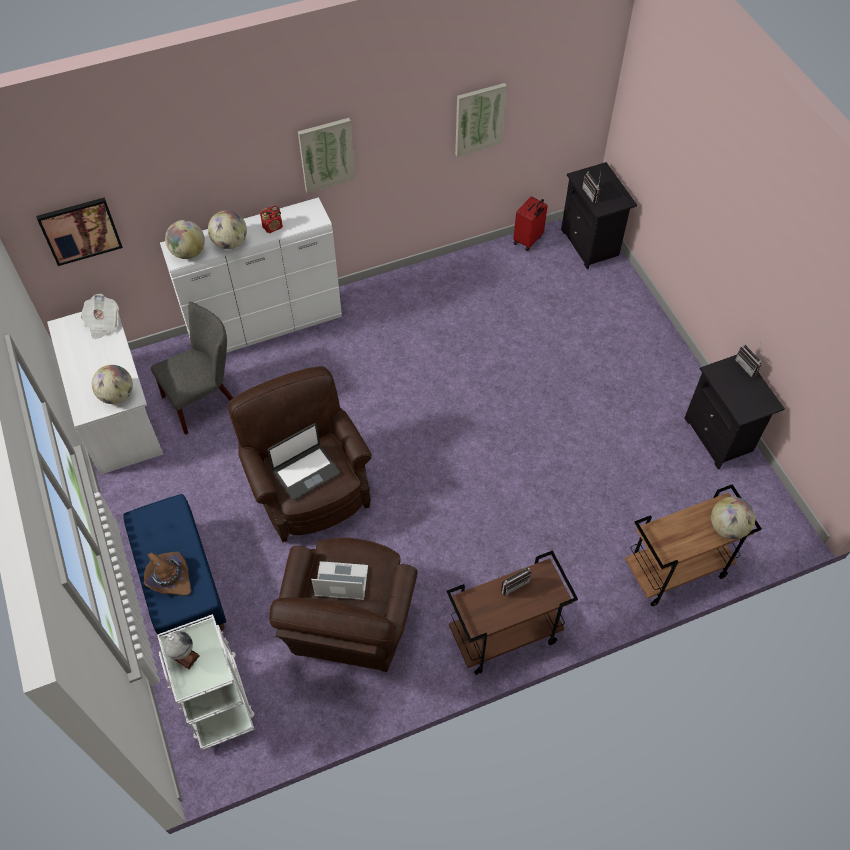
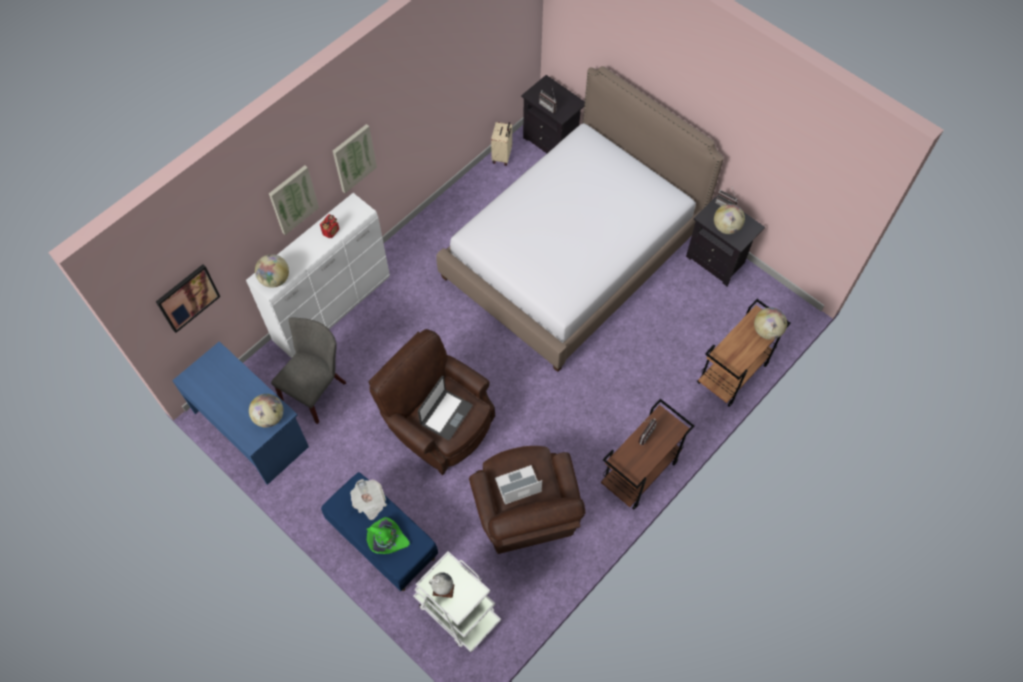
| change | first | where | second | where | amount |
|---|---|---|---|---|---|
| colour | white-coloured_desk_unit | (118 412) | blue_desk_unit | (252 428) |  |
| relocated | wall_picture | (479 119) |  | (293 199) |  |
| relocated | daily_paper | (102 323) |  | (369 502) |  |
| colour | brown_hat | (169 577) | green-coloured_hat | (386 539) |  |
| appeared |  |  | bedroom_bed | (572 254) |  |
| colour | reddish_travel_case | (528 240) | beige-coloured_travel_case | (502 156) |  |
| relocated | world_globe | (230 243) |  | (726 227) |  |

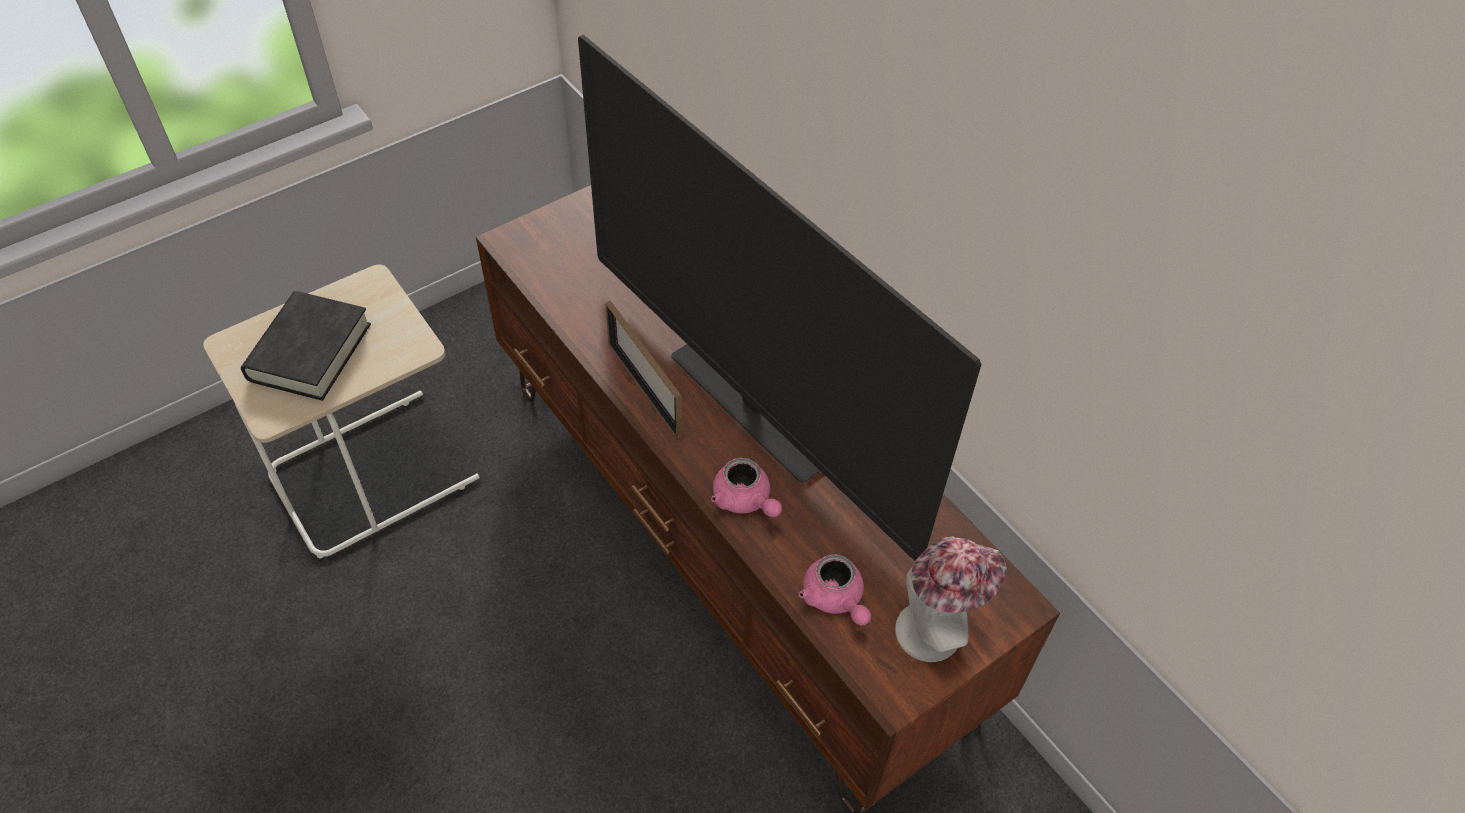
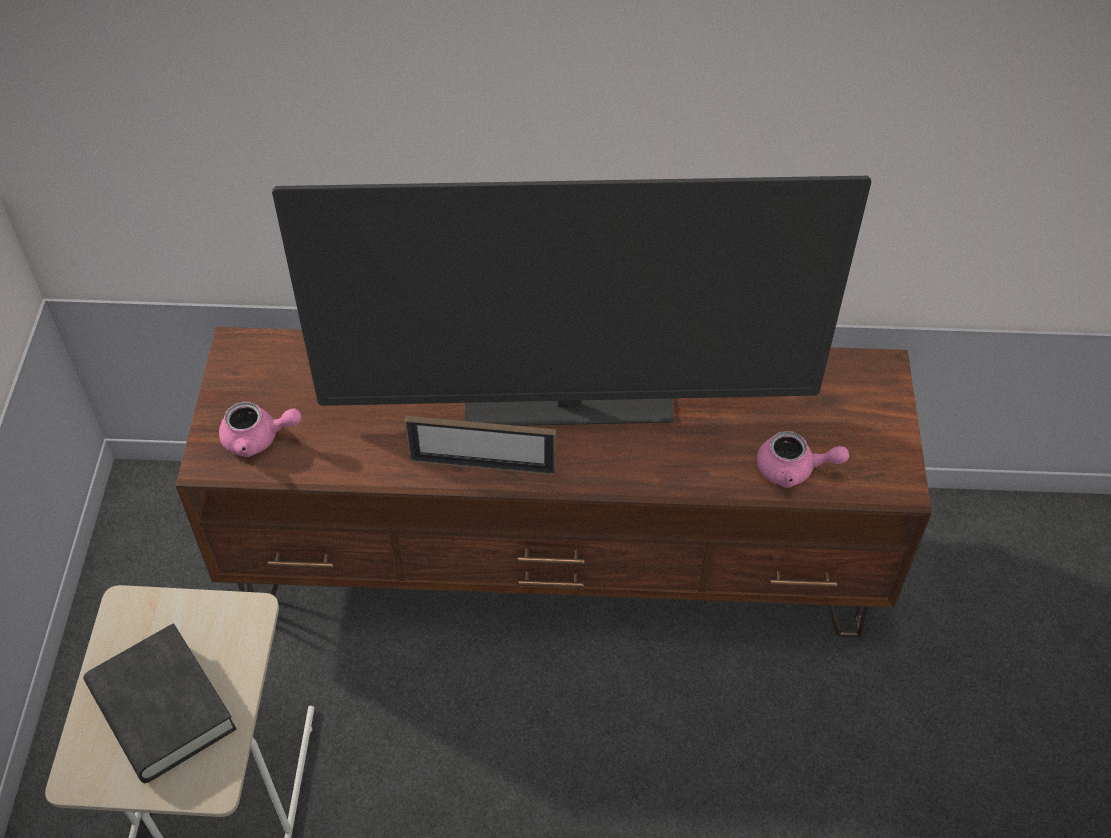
| change | first | where | second | where | amount |
|---|---|---|---|---|---|
| relocated | pink_pot_for_tea | (745 500) |  | (258 439) |  |
| missing | hat | (936 628) |  |  |  |

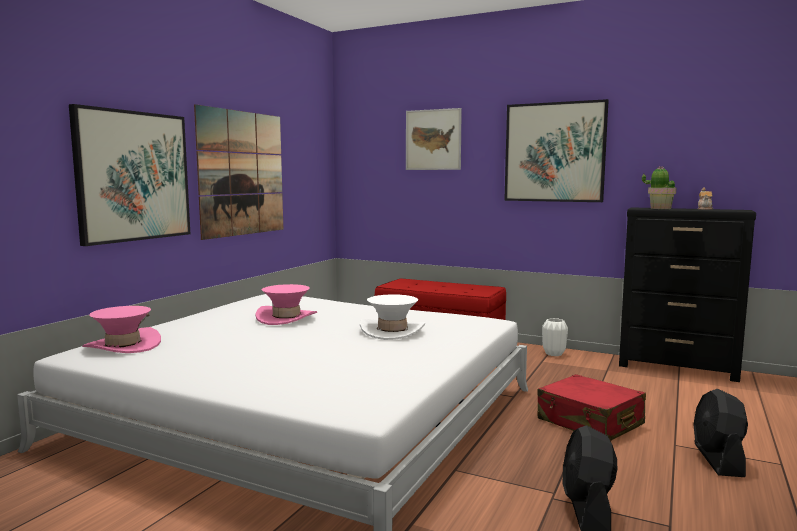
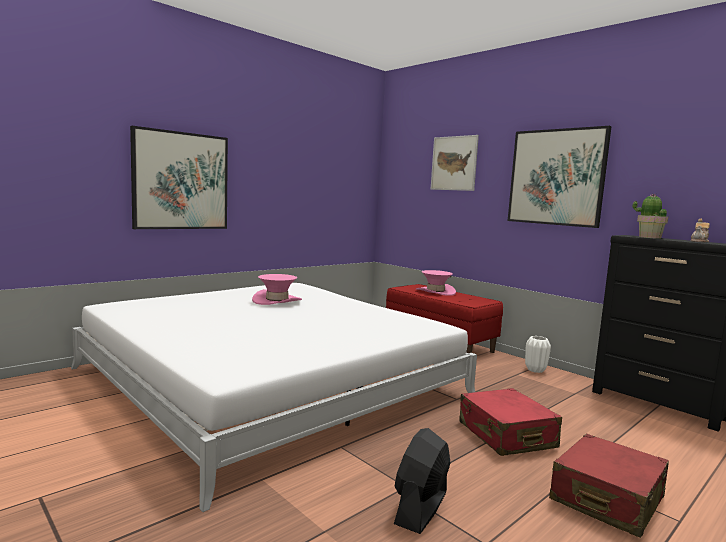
| change | first | where | second | where | amount |
|---|---|---|---|---|---|
| relocated | pink_hat | (123 346) |  | (435 292) |  |
| exchanged | black-coloured_electric_fan | (718 460) | reddish_travel_case | (607 499) |  |
| missing | wall_picture | (242 173) |  |  |  |
| missing | white-coloured_hat | (392 331) |  |  |  |

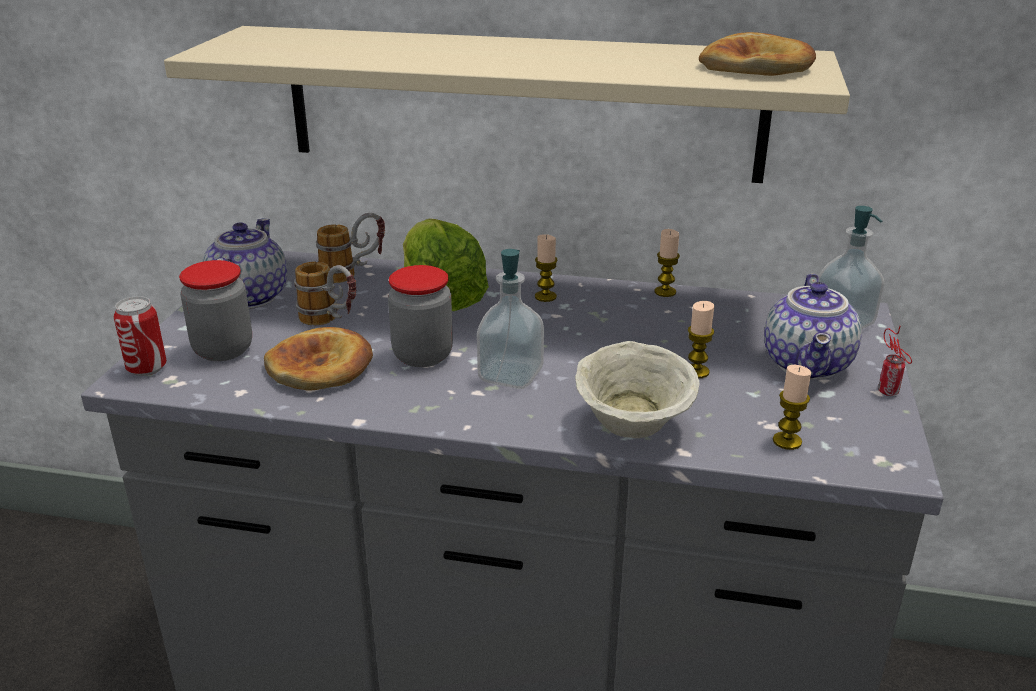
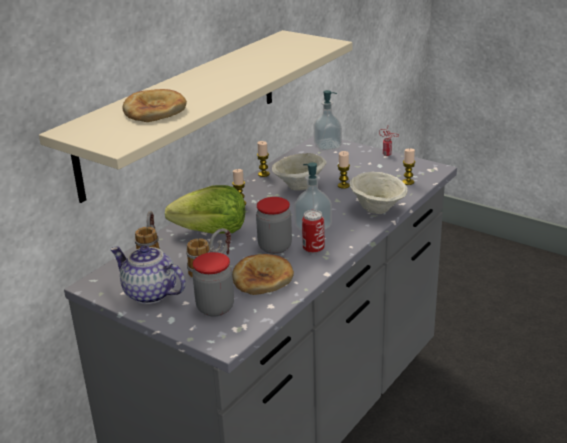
| change | first | where | second | where | amount |
|---|---|---|---|---|---|
| relocated | bread | (757 66) |  | (155 110) |  |
| appeared |  |  | beige-coloured_serving_bowl | (300 187) |  |
| relocated | metal_can | (147 368) |  | (313 249) |  |
| missing | pot_for_tea | (809 365) |  |  |  |

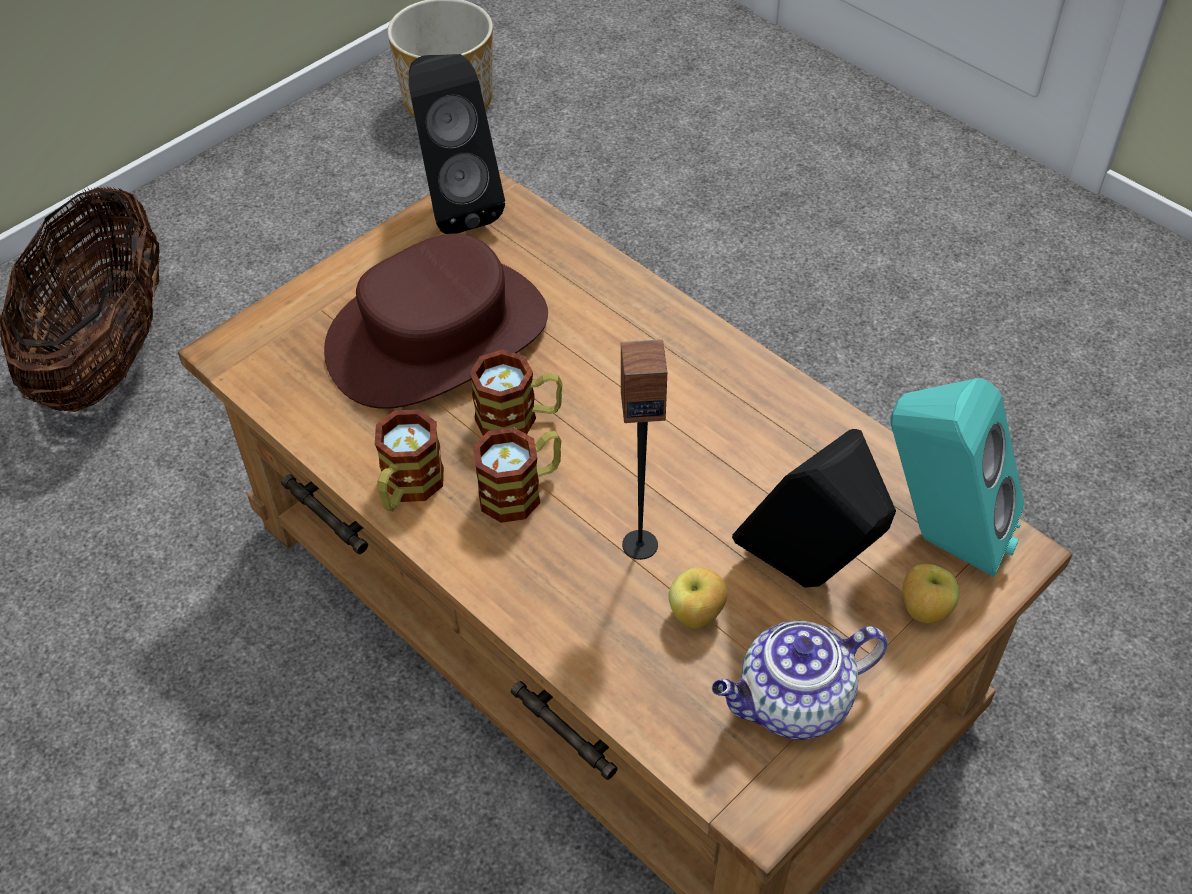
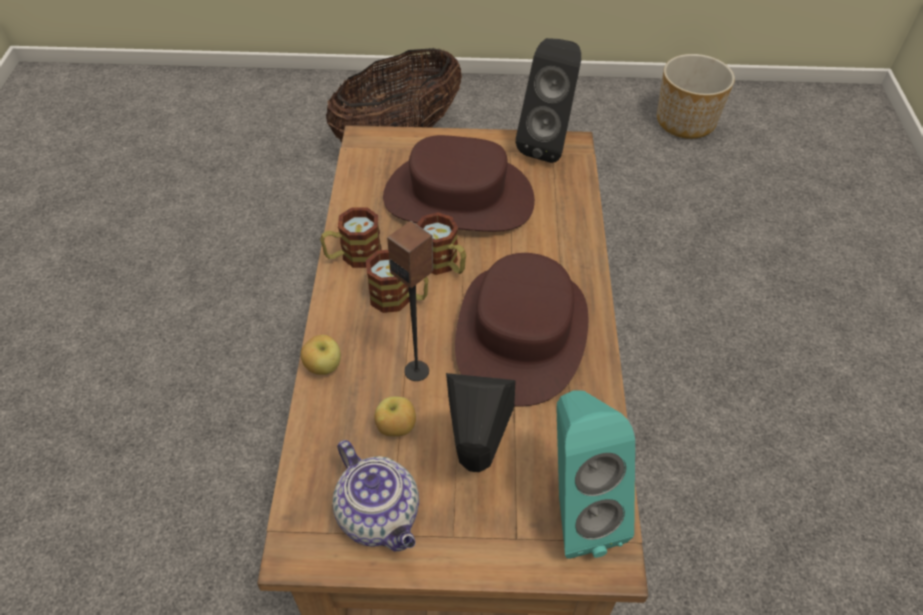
| change | first | where | second | where | amount |
|---|---|---|---|---|---|
| relocated | apple | (924 610) |  | (323 367) |  |
| spun | pot_for_tea | (792 704) |  | (380 516) | 150 degrees counterclockwise |
| appeared |  |  | brown_hat | (521 333) |  |

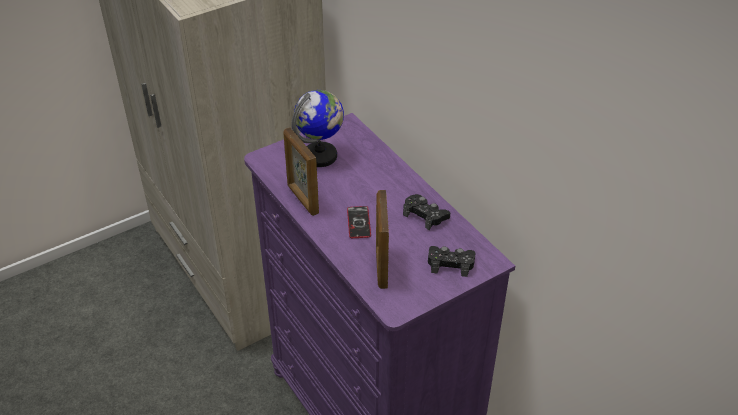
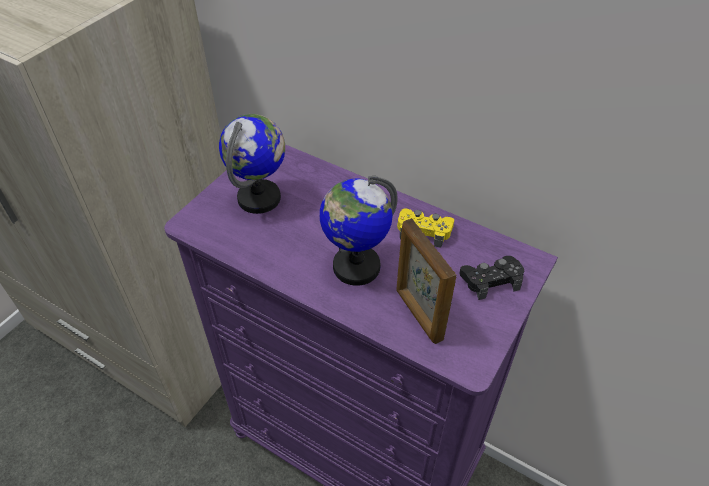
| change | first | where | second | where | amount |
|---|---|---|---|---|---|
| exchanged | telephone | (358 223) | world_globe | (355 266) |  |
| colour | black-coloured_joypad | (425 215) | yellow_joypad | (424 231) |  |
| missing | picture_frame | (302 199) |  |  |  |

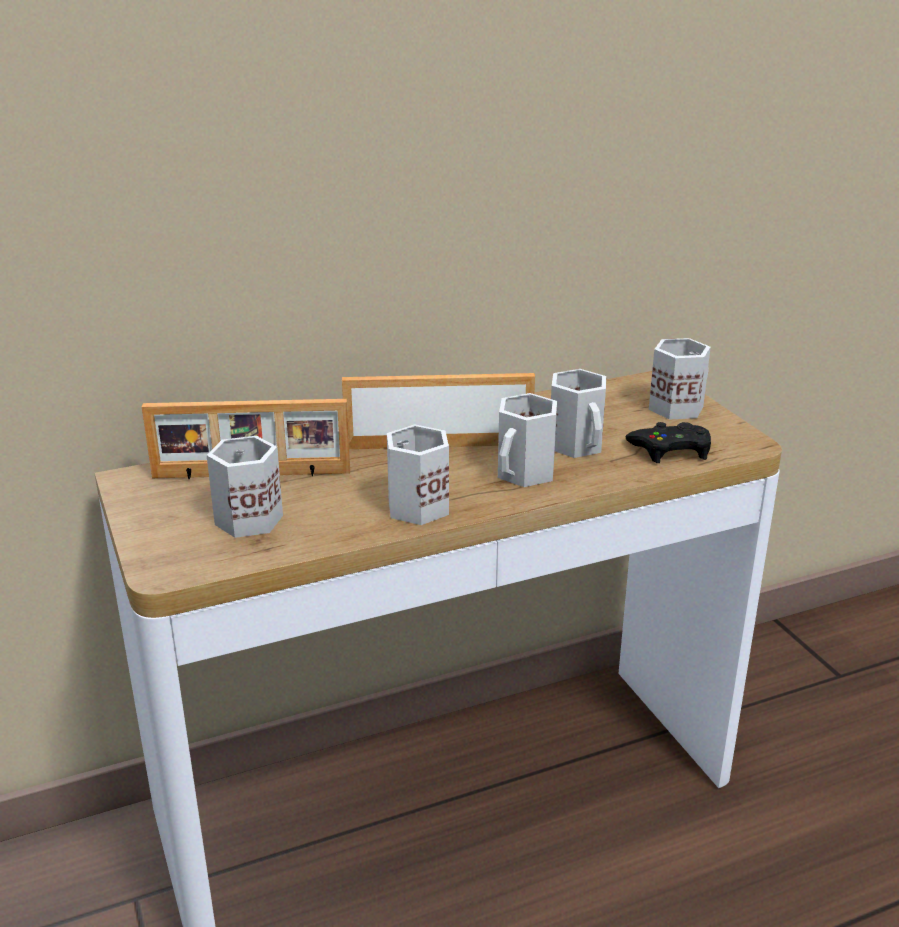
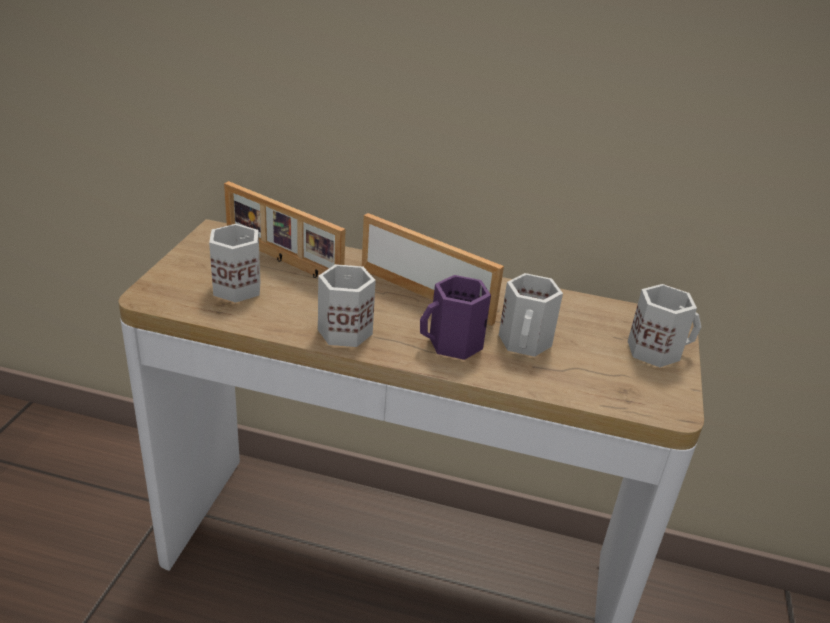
| change | first | where | second | where | amount |
|---|---|---|---|---|---|
| colour | white-coloured_mug | (526 473) | purple_mug | (454 344) |  |
| missing | black-coloured_joypad | (671 450) |  |  |  |

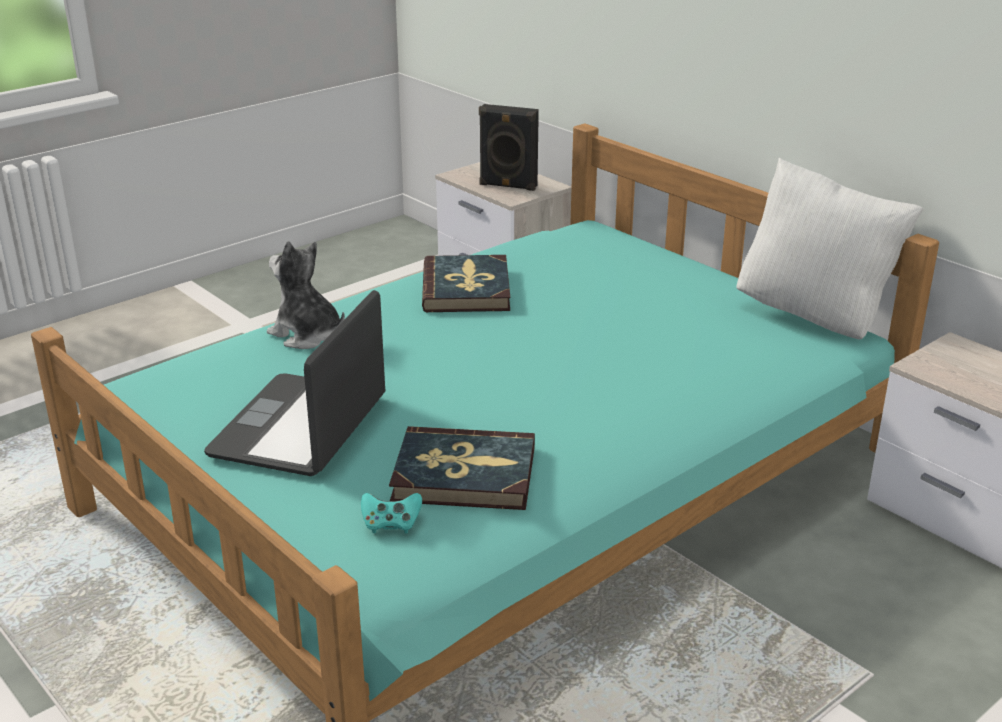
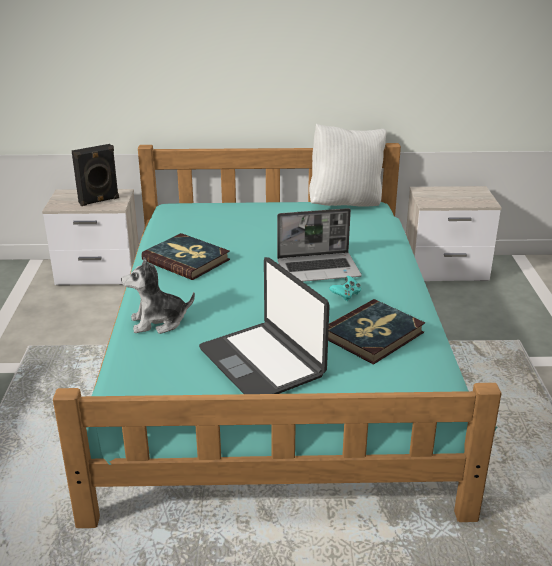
| change | first | where | second | where | amount |
|---|---|---|---|---|---|
| appeared |  |  | notebook_computer | (319 269) |  |
| relocated | turquoise-coloured_joypad | (391 524) |  | (346 295) |  |

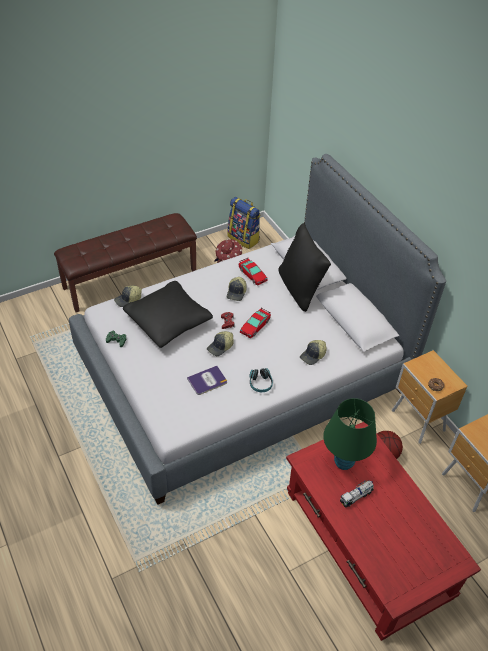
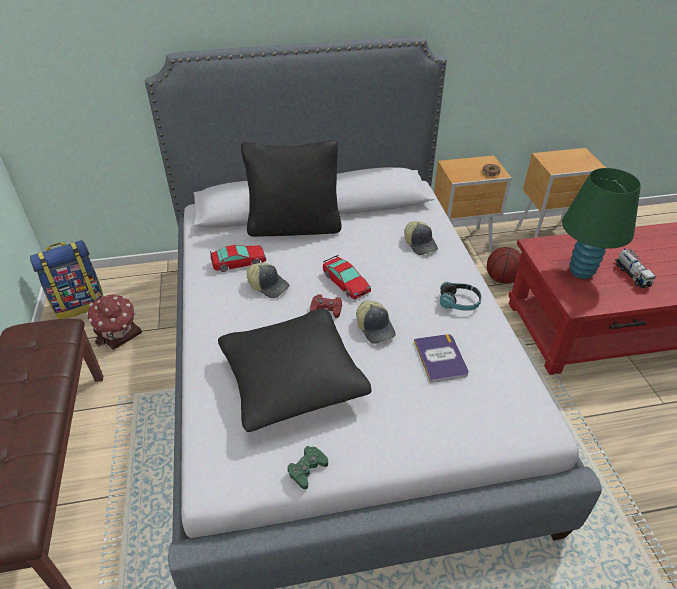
| change | first | where | second | where | amount |
|---|---|---|---|---|---|
| missing | baseball_cap | (128 299) |  |  |  |

